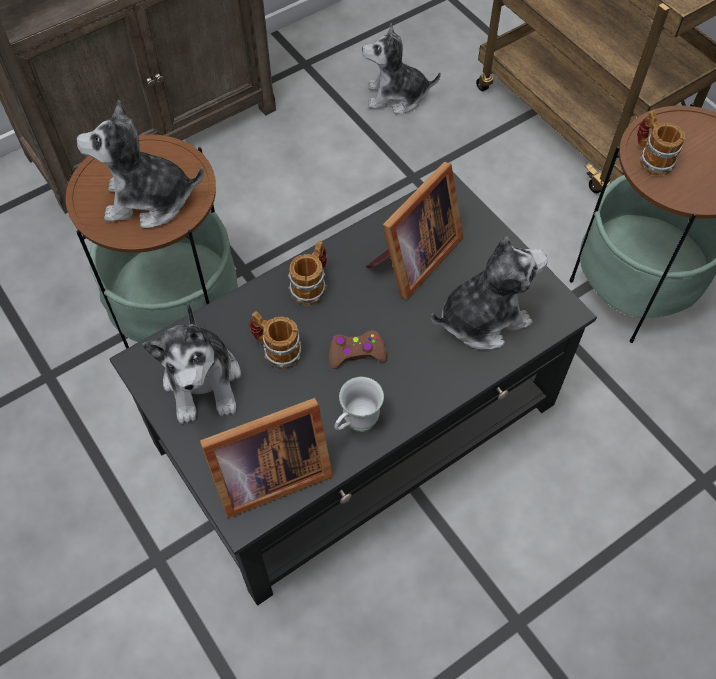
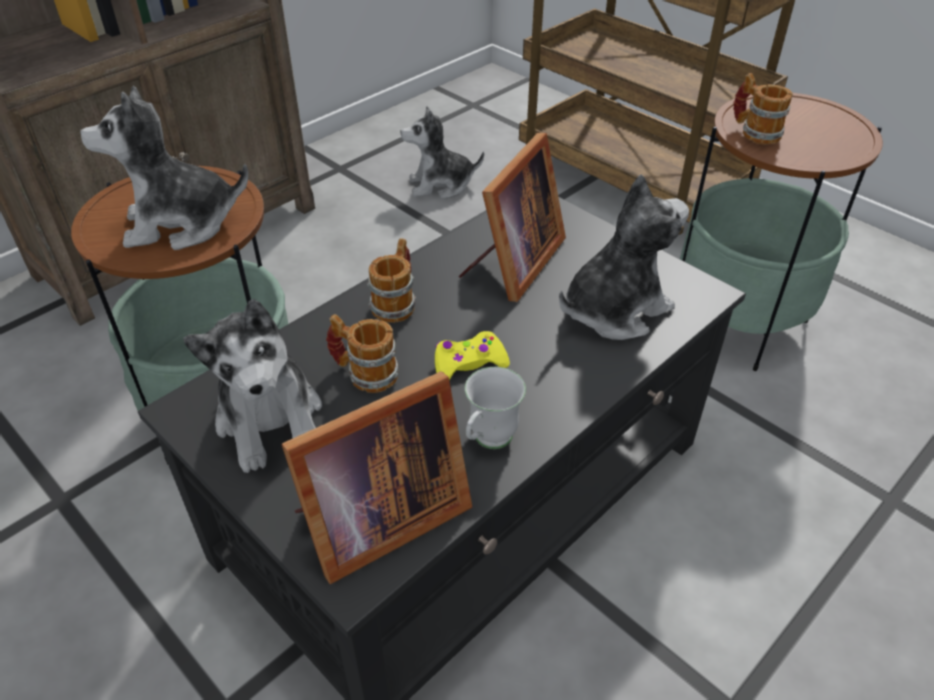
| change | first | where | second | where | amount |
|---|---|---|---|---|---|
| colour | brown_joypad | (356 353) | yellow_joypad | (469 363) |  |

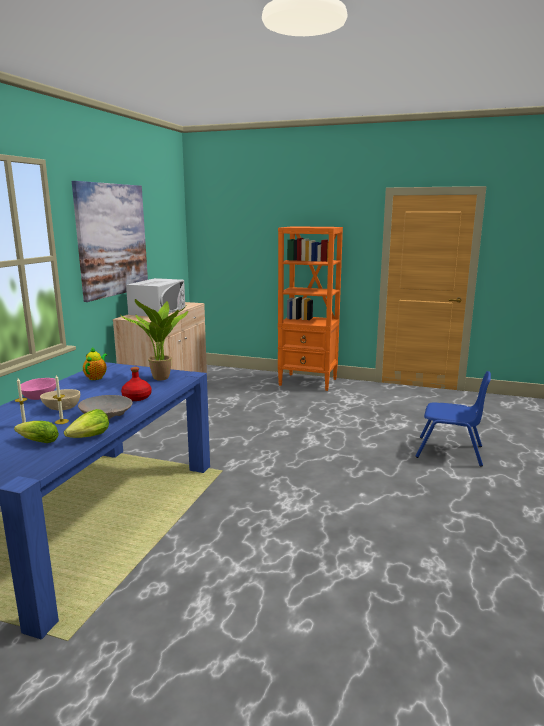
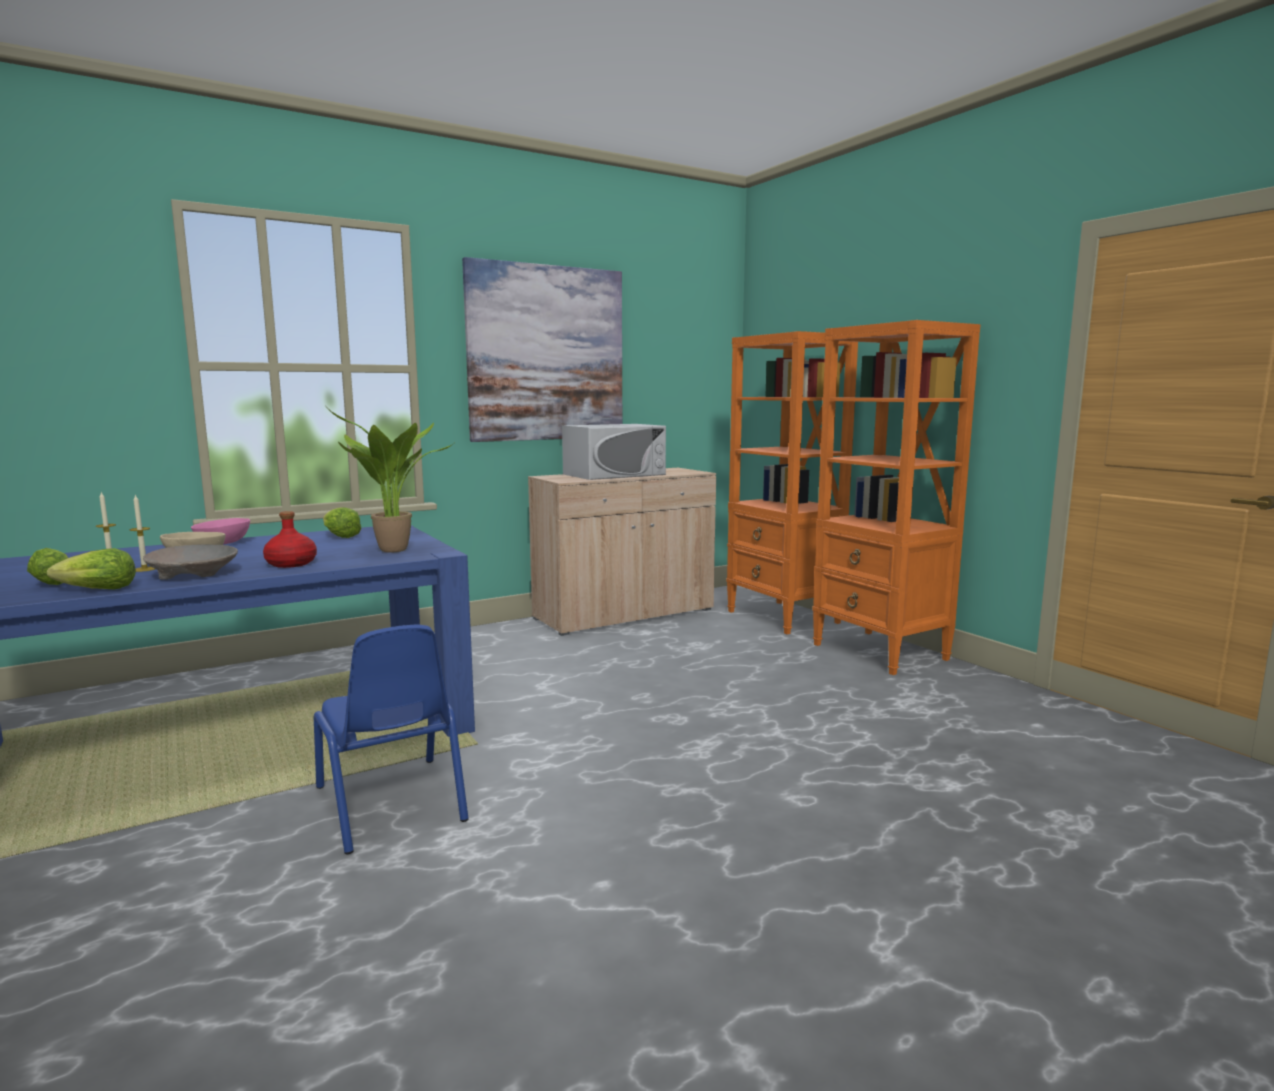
| change | first | where | second | where | amount |
|---|---|---|---|---|---|
| relocated | blue_plain_chair | (449 452) |  | (391 804) |  |
| exchanged | pot_for_tea | (96 377) | lettuce | (340 536) |  |
| appeared |  |  | orange_bookcase | (783 617) |  |

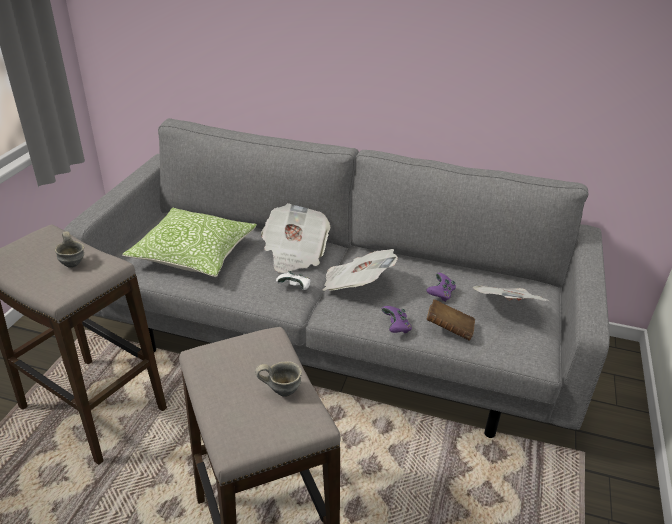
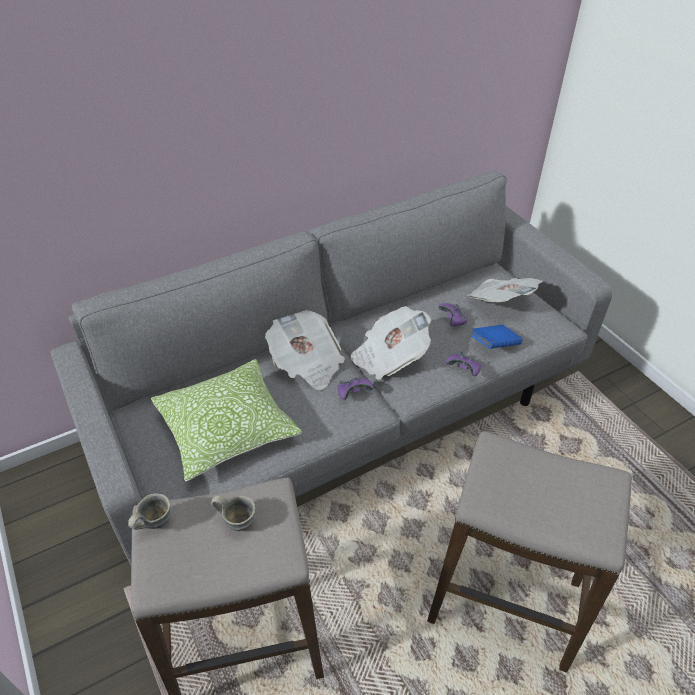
| change | first | where | second | where | amount |
|---|---|---|---|---|---|
| relocated | grey_mug | (281 389) |  | (154 522) |  |
| colour | white-coloured_joypad | (295 287) | purple_joypad | (353 393) |  |
| colour | brown_bound_book | (449 329) | blue_bound_book | (494 345) |  |

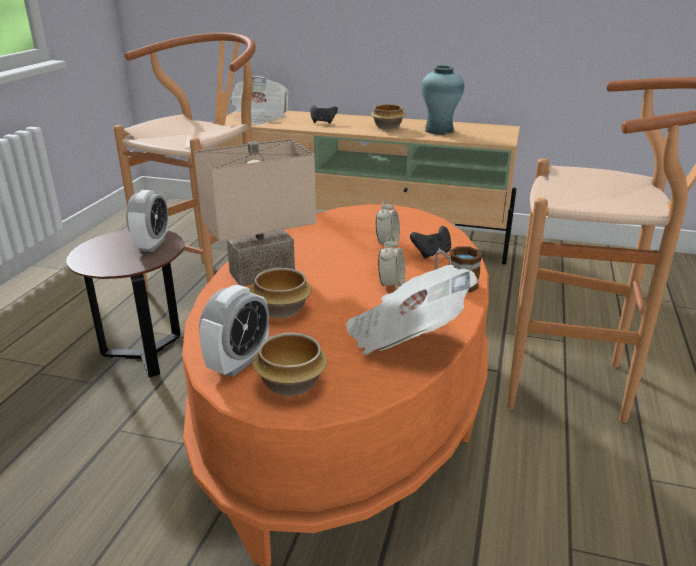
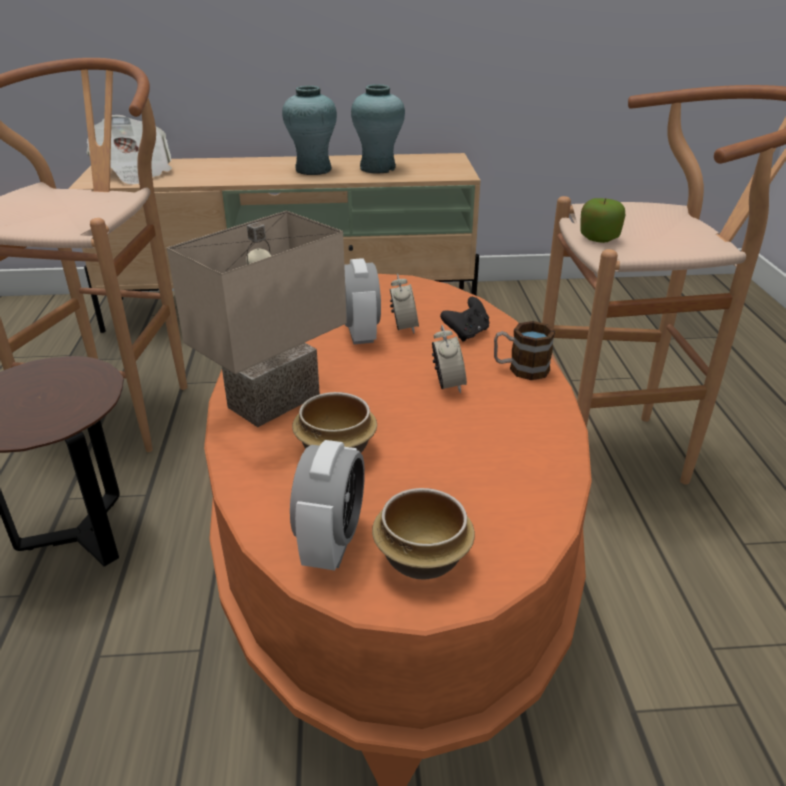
| change | first | where | second | where | amount |
|---|---|---|---|---|---|
| exchanged | serving_bowl | (388 127) | turquoise-coloured_vase | (313 170) |  |
| relocated | bedside_clock | (152 245) |  | (360 334) |  |
| appeared |  |  | apple | (599 237) |  |
| missing | black-coloured_joypad | (323 122) |  |  |  |
| missing | daily_paper | (405 336) |  |  |  |

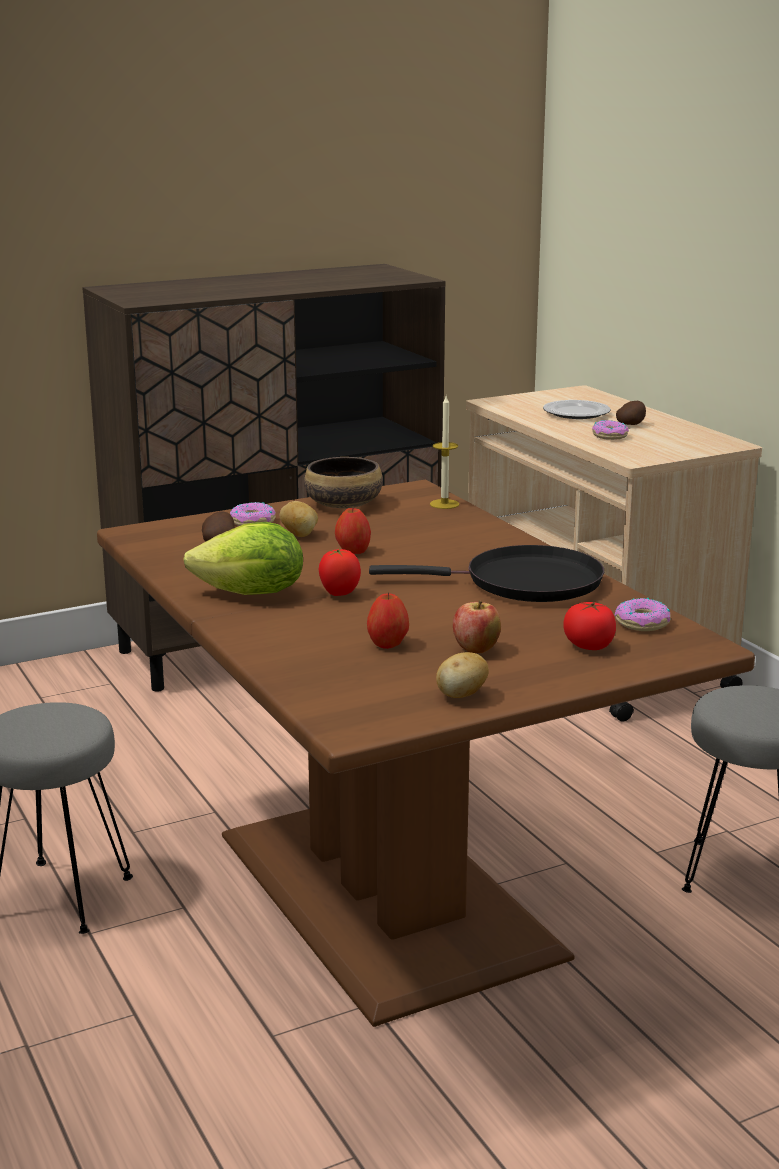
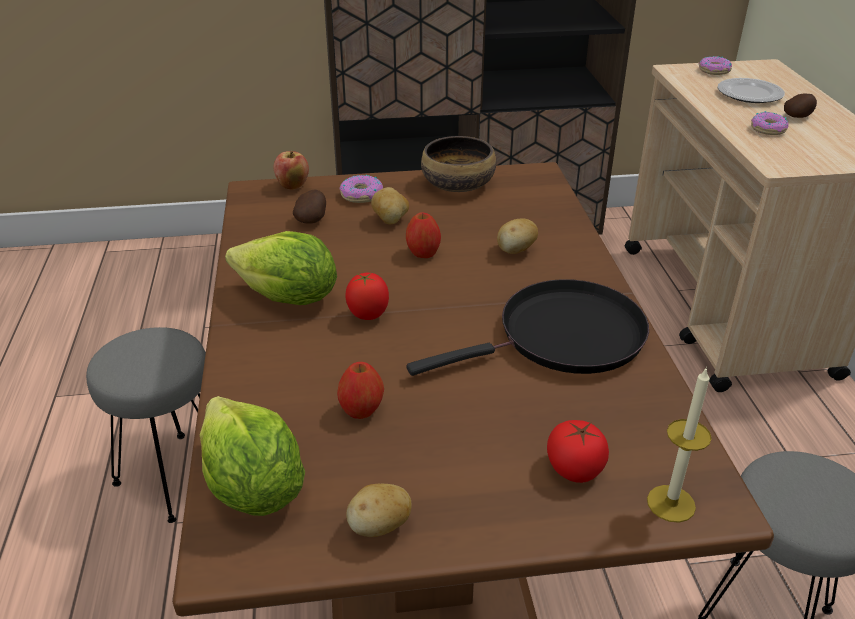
| change | first | where | second | where | amount |
|---|---|---|---|---|---|
| appeared |  |  | lettuce | (252 488) |  |
| relocated | apple | (476 650) |  | (292 186) |  |
| spun | black-coloured_frying_pan | (524 583) |  | (563 337) | 45 degrees counterclockwise |
| appeared |  |  | potato | (515 251) |  |
| relocated | candle | (444 504) |  | (671 503) |  |
| relocated | ring_doughnut | (643 623) |  | (714 71) |  |

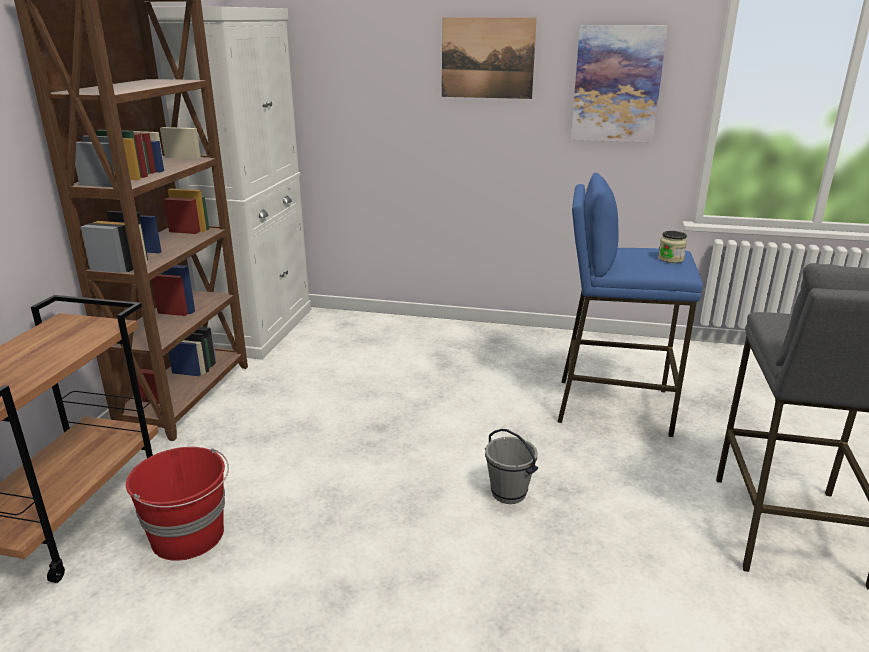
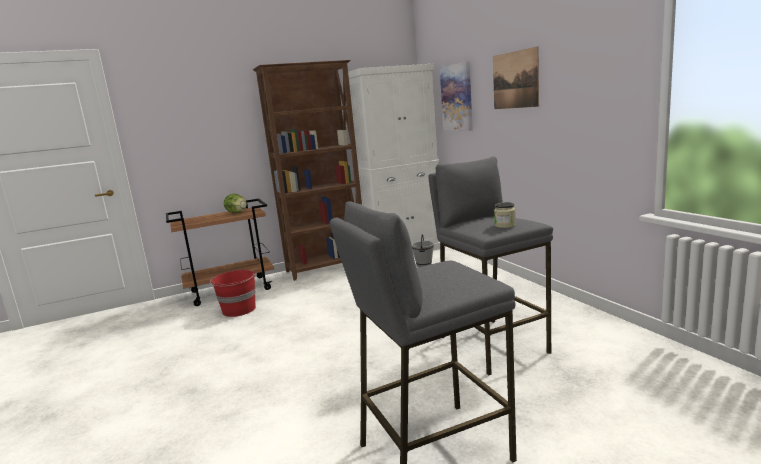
| change | first | where | second | where | amount |
|---|---|---|---|---|---|
| appeared |  |  | lettuce | (237 213) |  |
| relocated | grey_pail | (508 493) |  | (423 265) |  |
| colour | blue_stool_seat | (612 406) | grey_stool_seat | (492 344) |  |
| relocated | wall_picture | (616 84) |  | (457 98) |  |

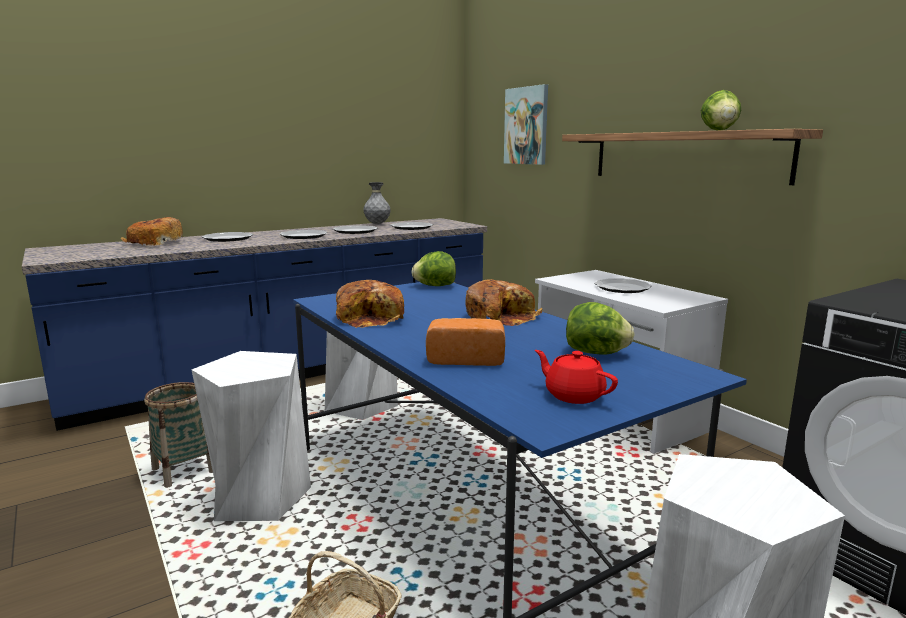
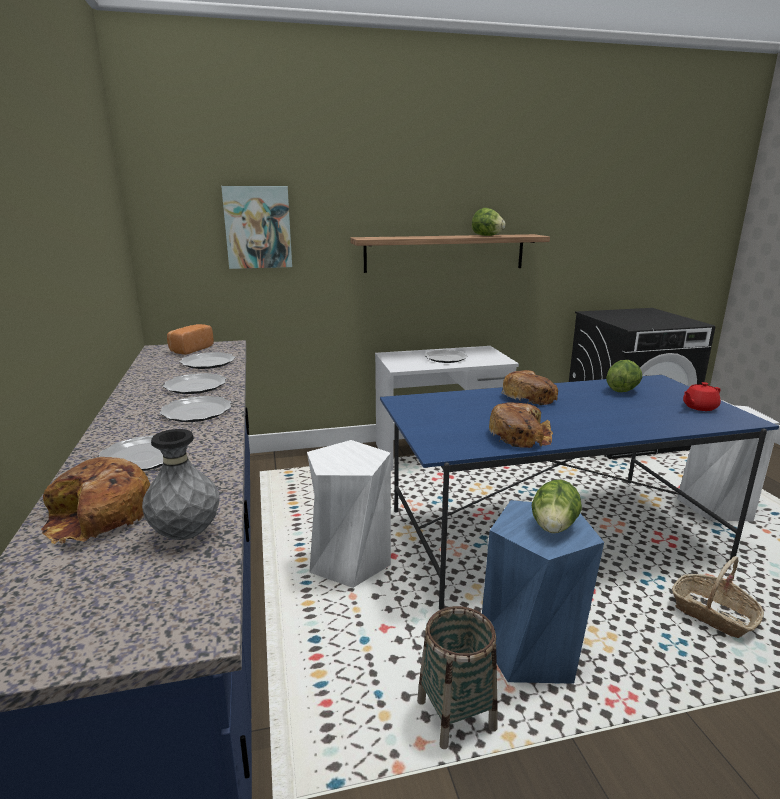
| change | first | where | second | where | amount |
|---|---|---|---|---|---|
| relocated | grey_vase | (377 224) |  | (186 534) |  |
| relocated | bread | (466 358) |  | (190 349) |  |
| colour | white-coloured_stool_seat | (259 497) | blue_stool_seat | (531 649) |  |
| relocated | lettuce | (435 286) |  | (554 527) |  |

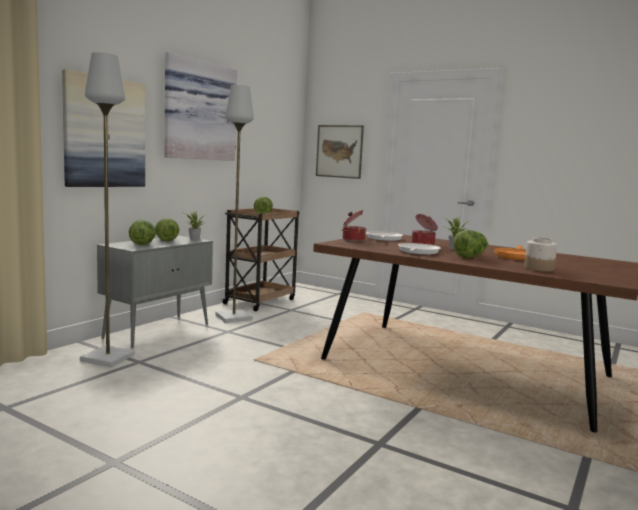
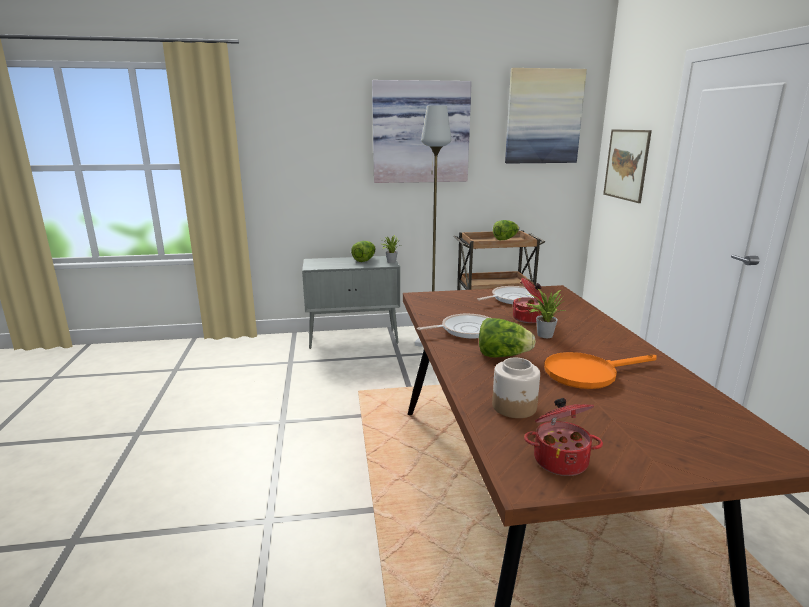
| change | first | where | second | where | amount |
|---|---|---|---|---|---|
| relocated | wall_picture | (104 132) |  | (543 117) |  |
| relocated | stockpot | (353 239) |  | (560 459) |  |
| missing | grey_floor_lamp | (107 358) |  |  |  |
| missing | lettuce | (142 244) |  |  |  |

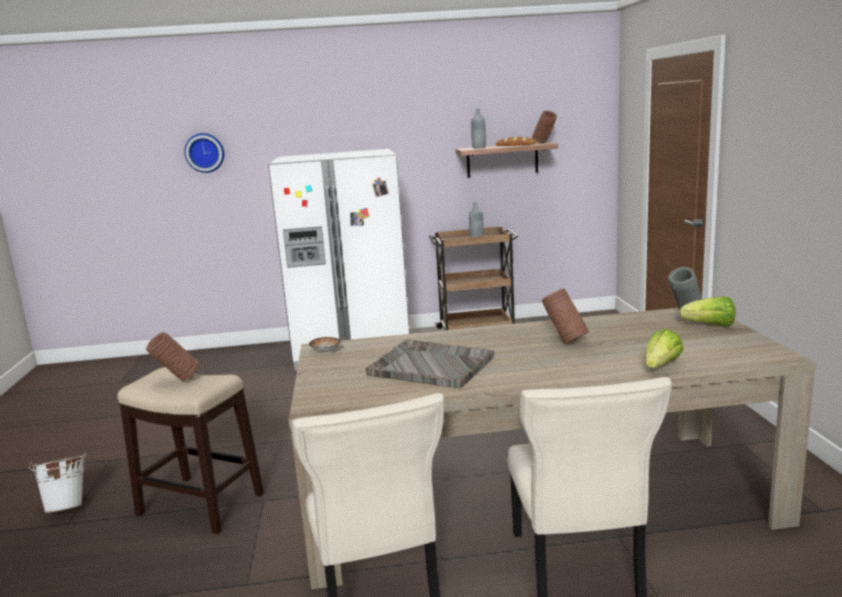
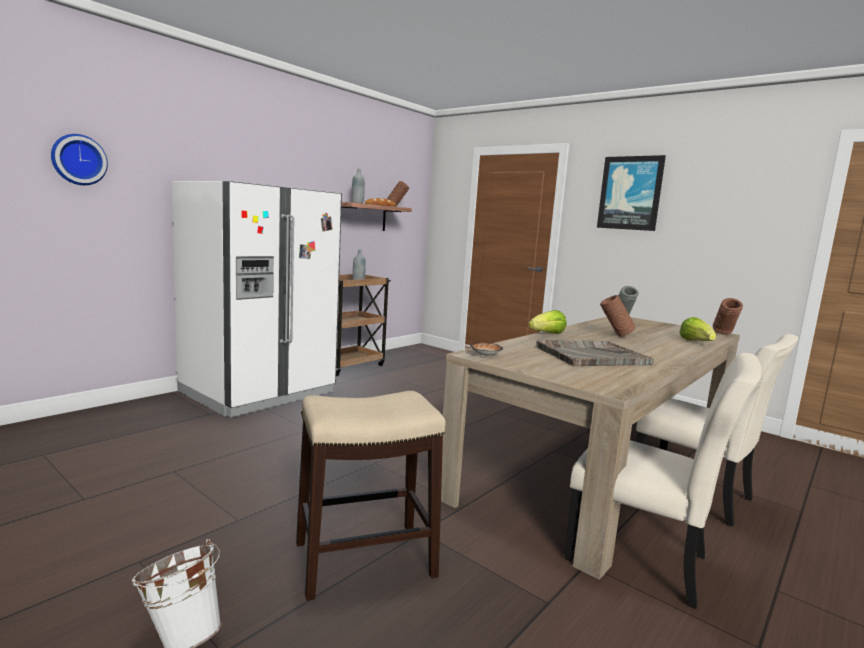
| change | first | where | second | where | amount |
|---|---|---|---|---|---|
| relocated | lettuce | (710 325) |  | (547 334) |  |
| appeared |  |  | wall_picture | (630 193) |  |
| relocated | brown_vase | (177 381) |  | (724 334) |  |

